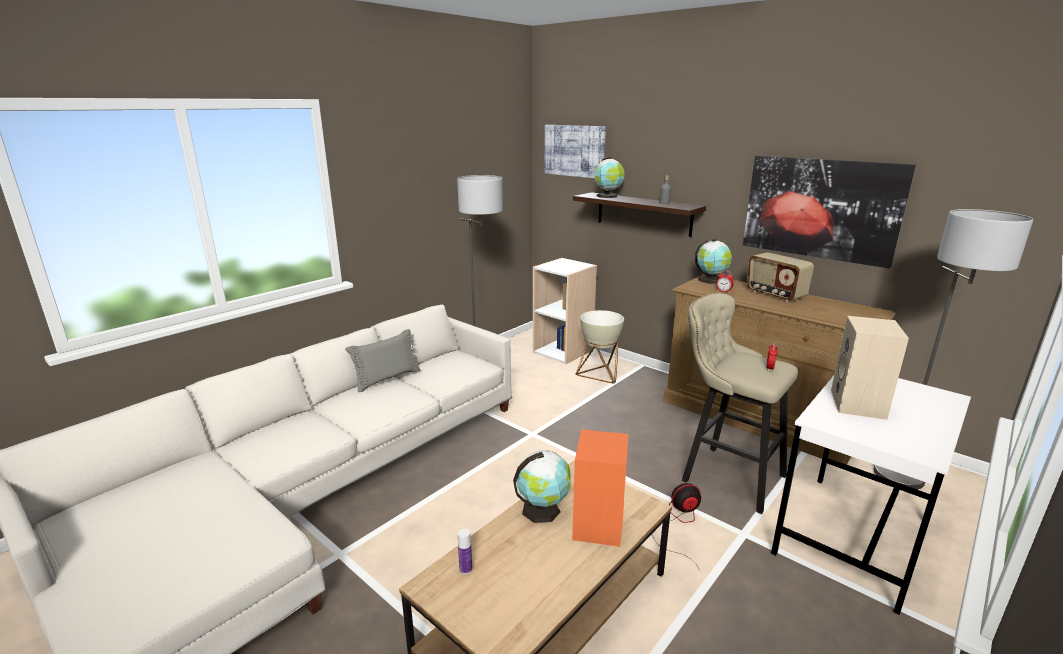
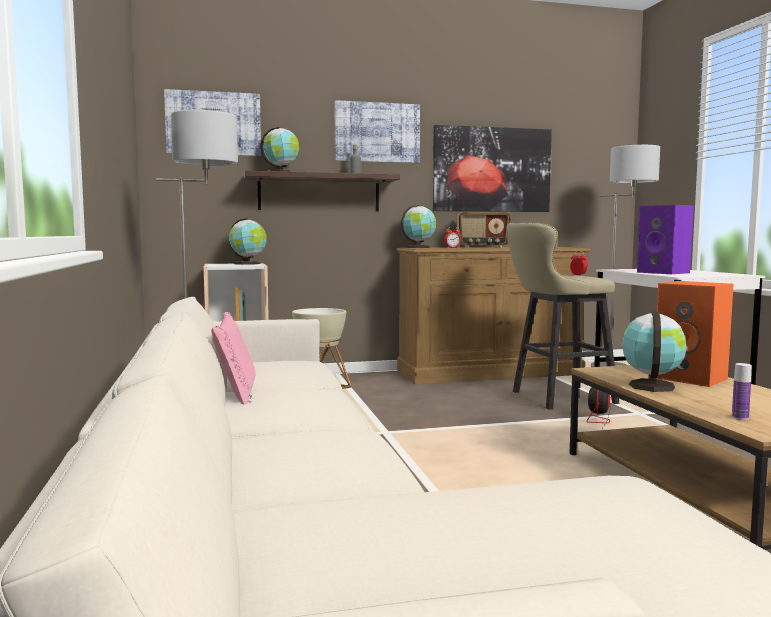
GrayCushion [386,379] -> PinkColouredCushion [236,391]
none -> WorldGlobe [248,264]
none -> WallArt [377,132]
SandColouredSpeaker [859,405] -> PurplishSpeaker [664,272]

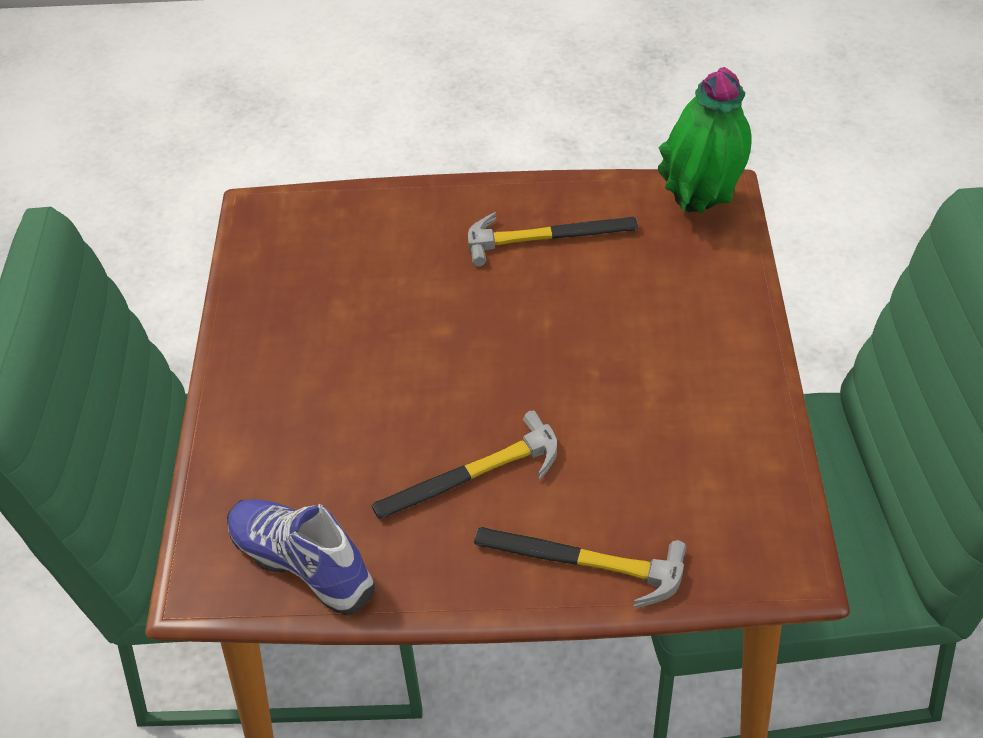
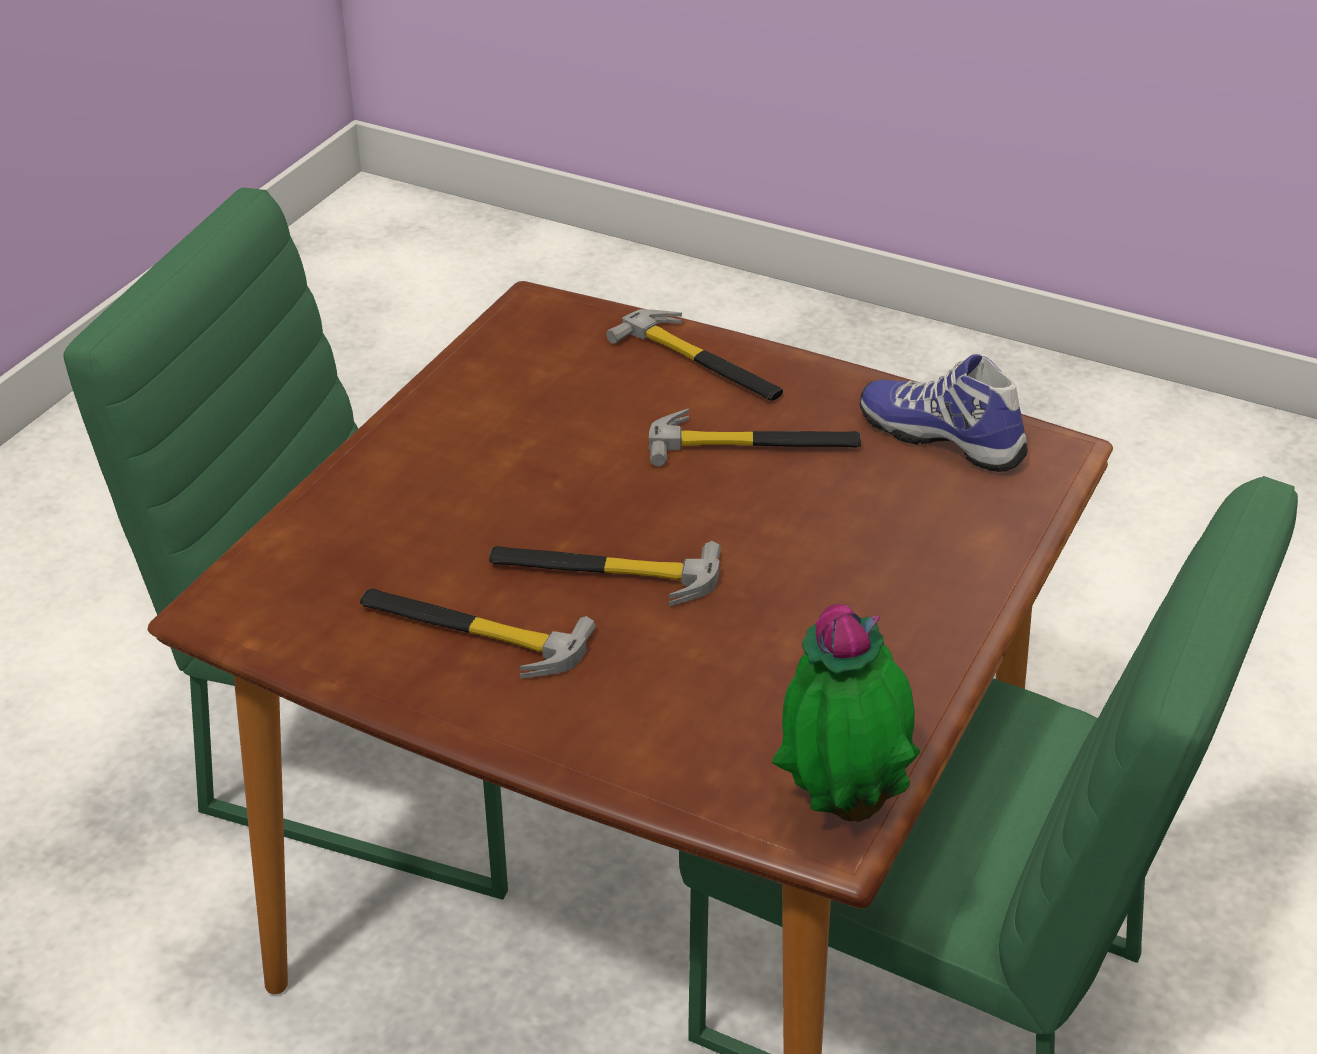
none -> HandHammer [603,573]
PottedPlant [701,209] -> PottedPlant [842,804], relocated
ItemOfFootwear [305,561] -> ItemOfFootwear [943,437], 150 degrees clockwise

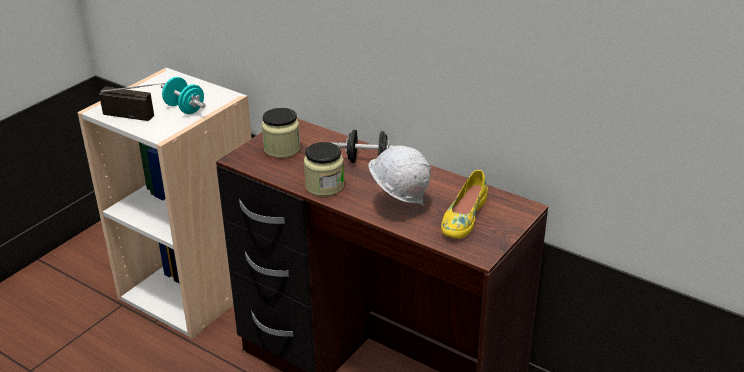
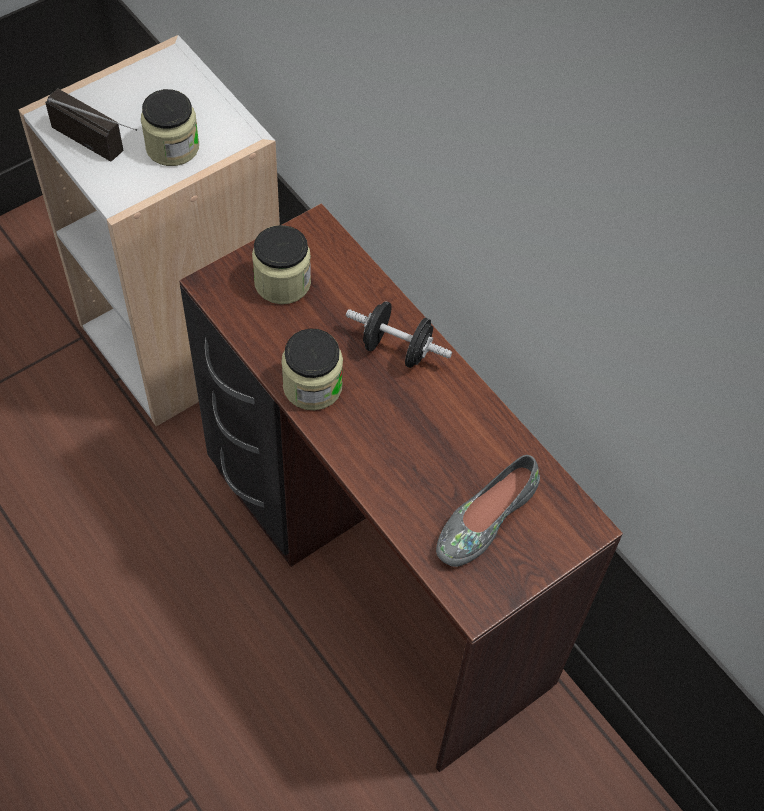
BlueGreenDumbbell [185,109] -> Jar [172,147]
YellowColouredItemOfFootwear [463,217] -> GrayItemOfFootwear [484,518]
WhitishHardHat [398,205] -> none

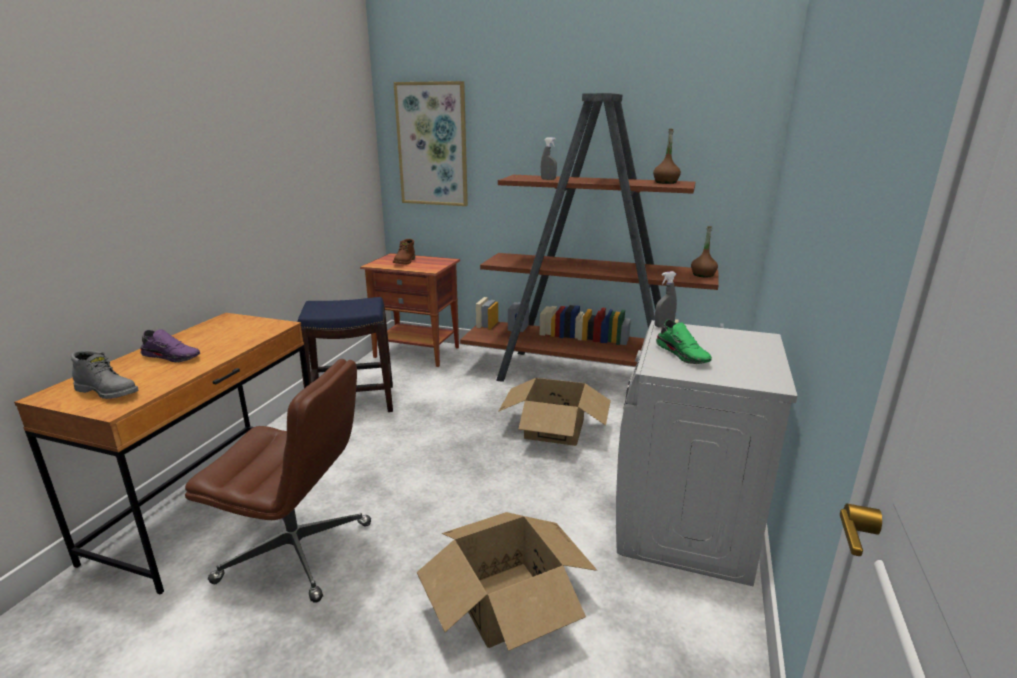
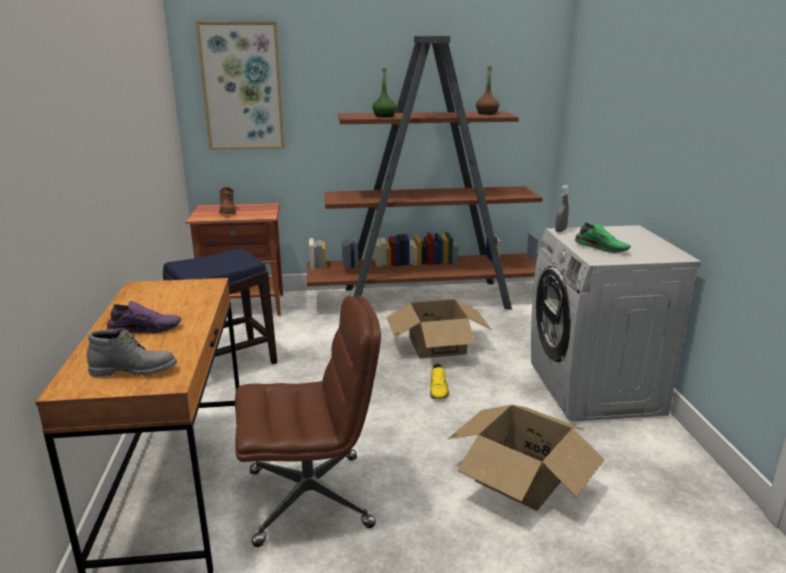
GraySprayBottle [548,179] -> GreenColouredDrinkBottle [384,116]
none -> YellowColouredItemOfFootwear [439,389]
BrownishDrinkBottle [703,275] -> none

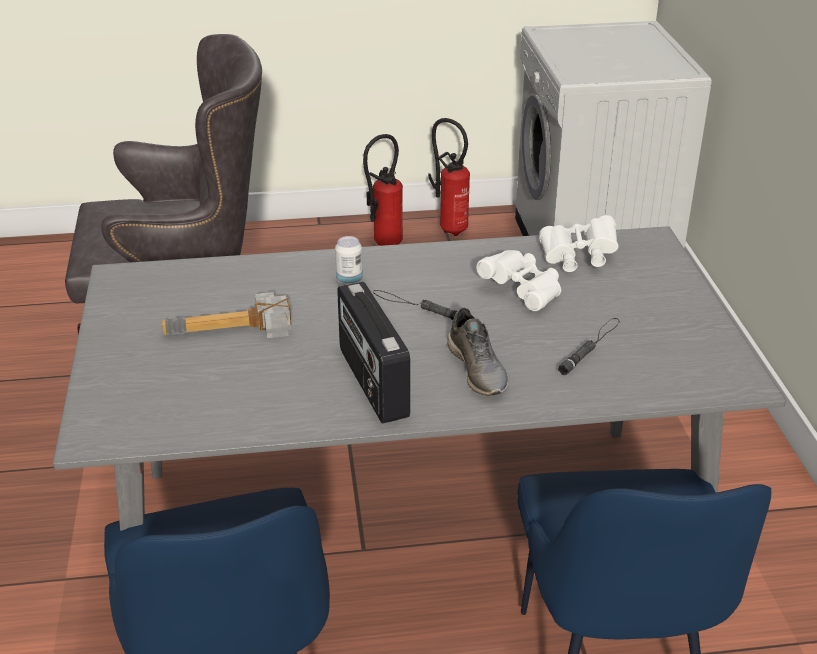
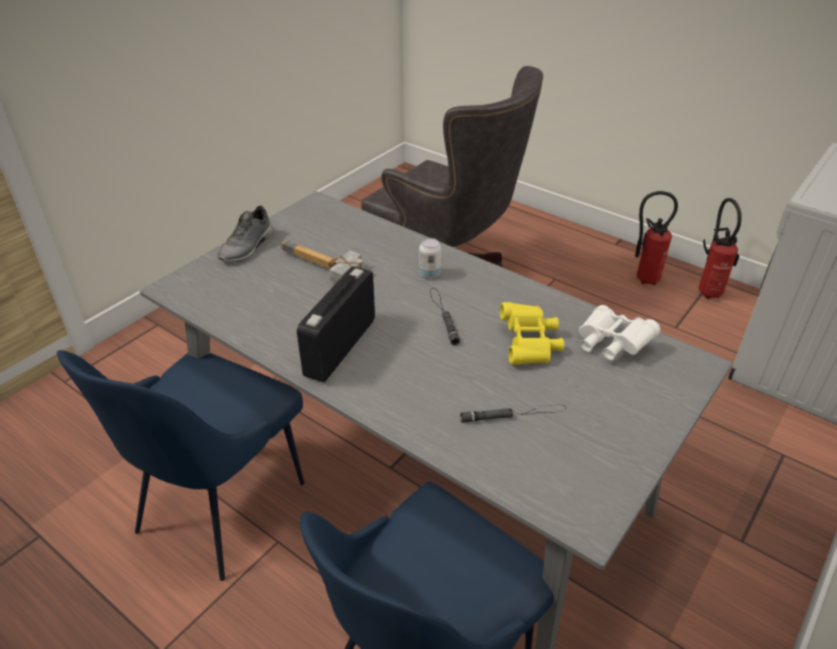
GrayItemOfFootwear [478,369] -> GrayItemOfFootwear [248,247], relocated
WhitishFieldGlasses [523,291] -> YellowColouredFieldGlasses [529,345]

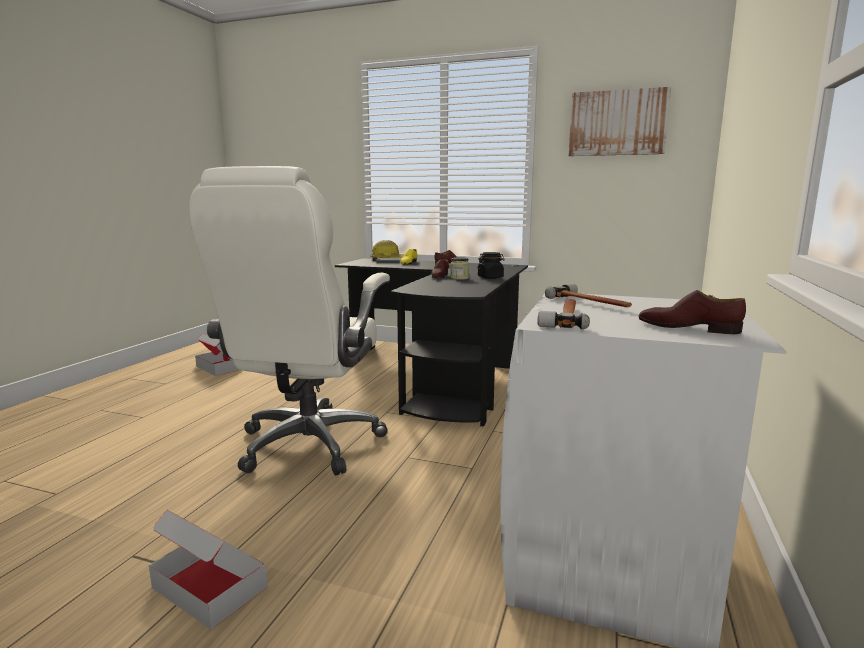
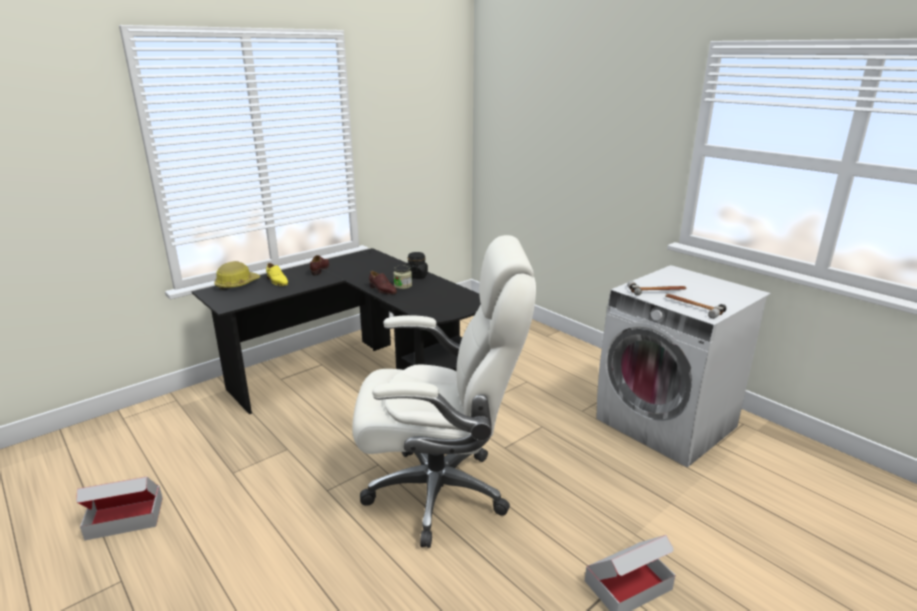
WhitishOfficeChair [308,445] -> WhitishOfficeChair [440,492], 45 degrees counterclockwise
WallArt [617,123] -> none
BrownishItemOfFootwear [687,328] -> none

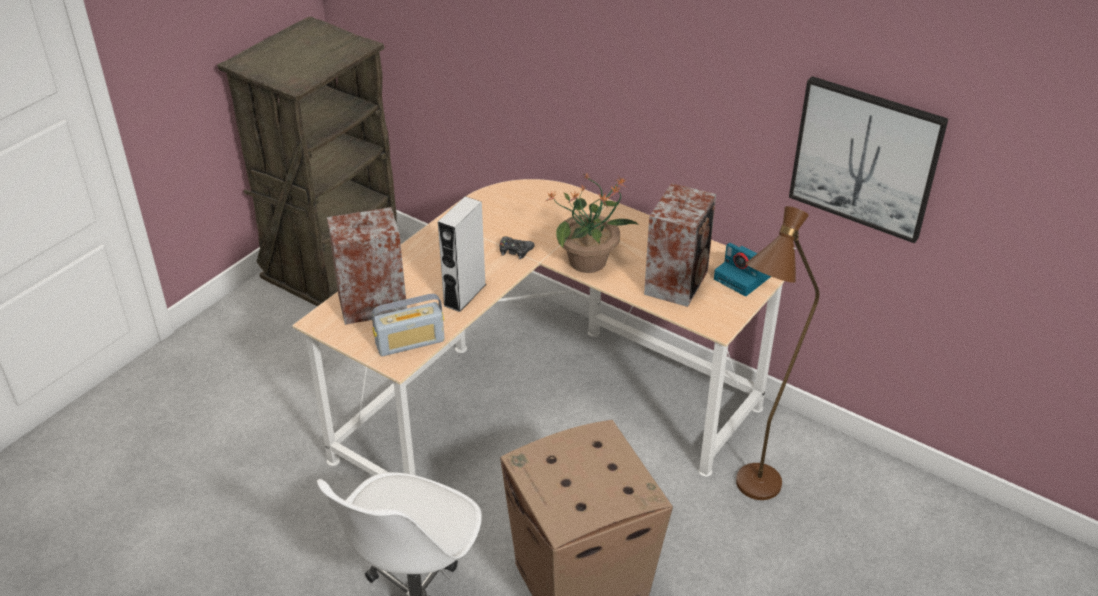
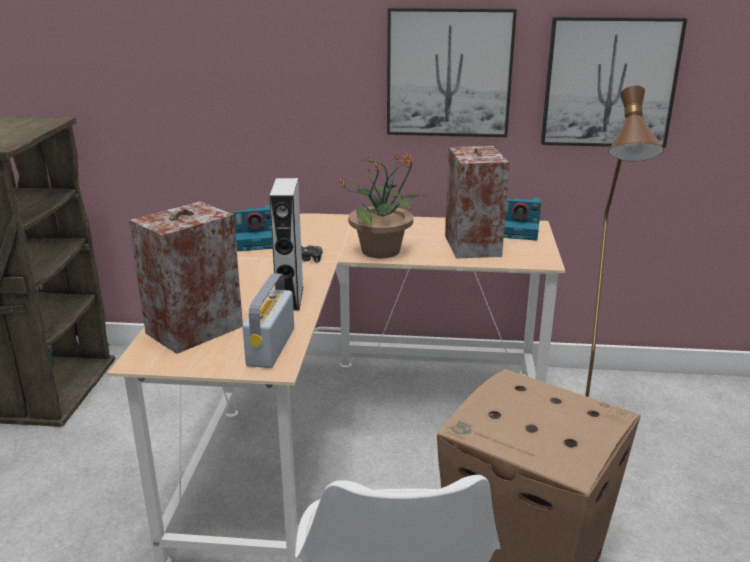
none -> PhotoCamera [257,241]
Radio [410,342] -> Radio [271,347], 150 degrees clockwise
none -> WallArt [449,73]

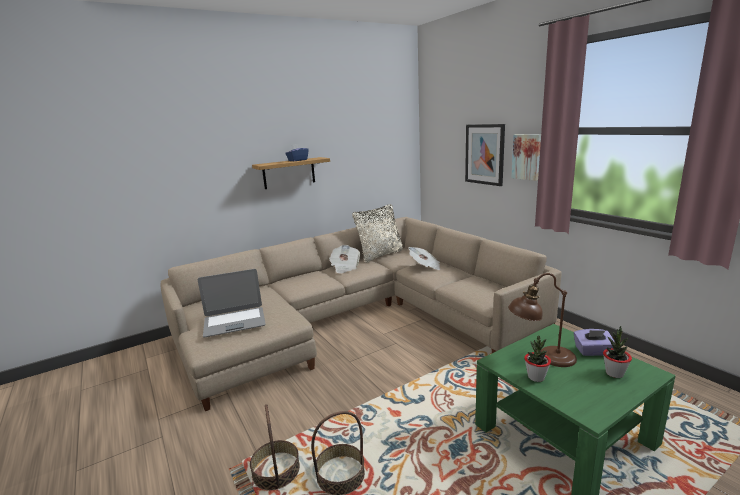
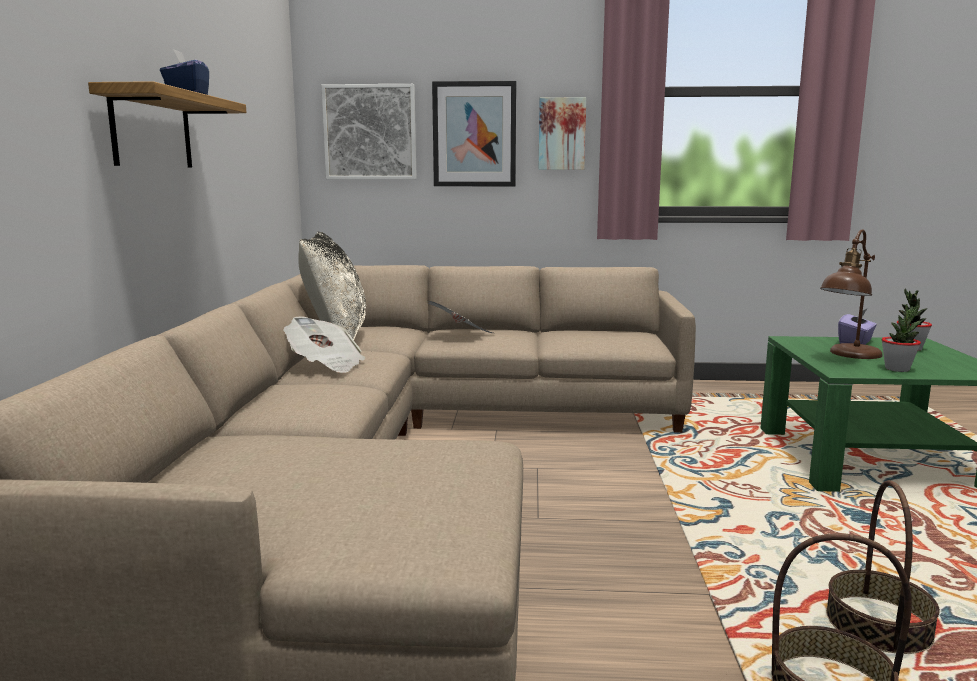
none -> WallArt [370,132]
NotebookComputer [234,322] -> none

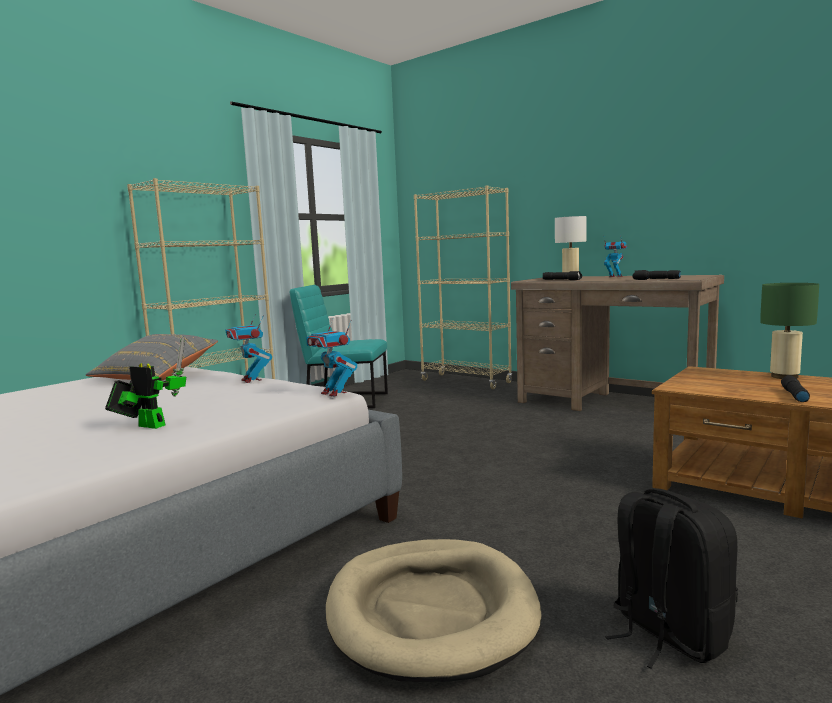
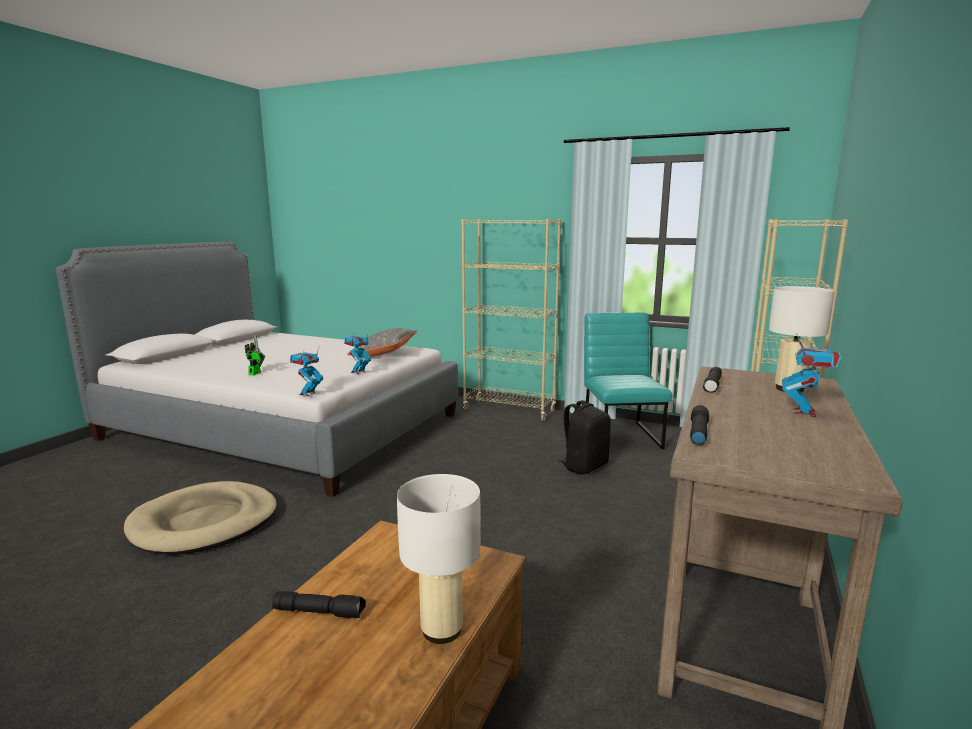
GreenColouredTableLamp [783,377] -> WhitishTableLamp [441,629]
BlackColouredRucksack [667,634] -> BlackColouredRucksack [584,466], relocated

